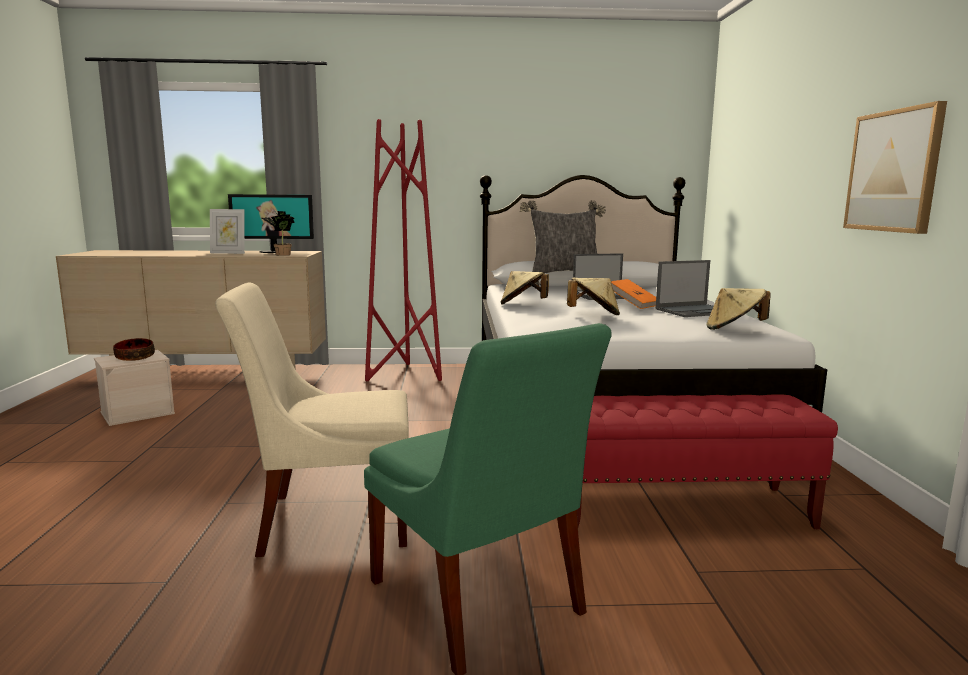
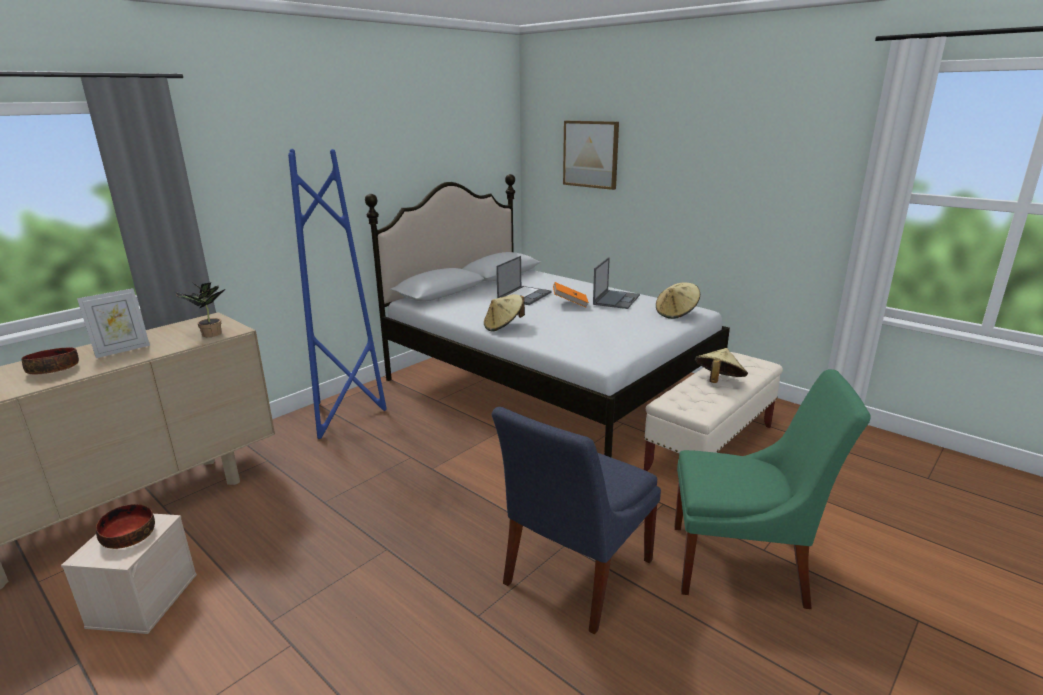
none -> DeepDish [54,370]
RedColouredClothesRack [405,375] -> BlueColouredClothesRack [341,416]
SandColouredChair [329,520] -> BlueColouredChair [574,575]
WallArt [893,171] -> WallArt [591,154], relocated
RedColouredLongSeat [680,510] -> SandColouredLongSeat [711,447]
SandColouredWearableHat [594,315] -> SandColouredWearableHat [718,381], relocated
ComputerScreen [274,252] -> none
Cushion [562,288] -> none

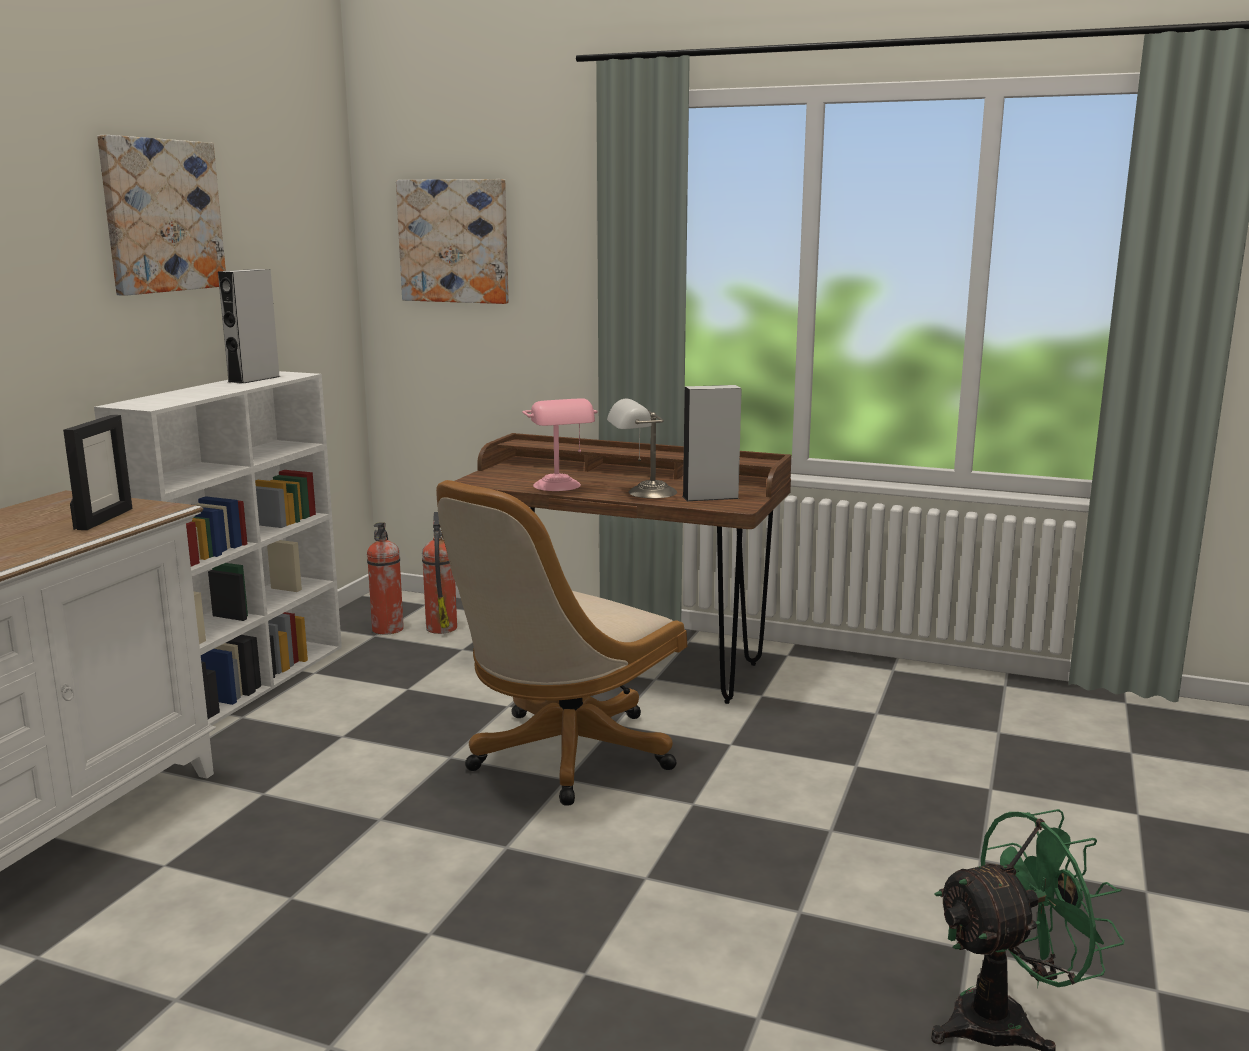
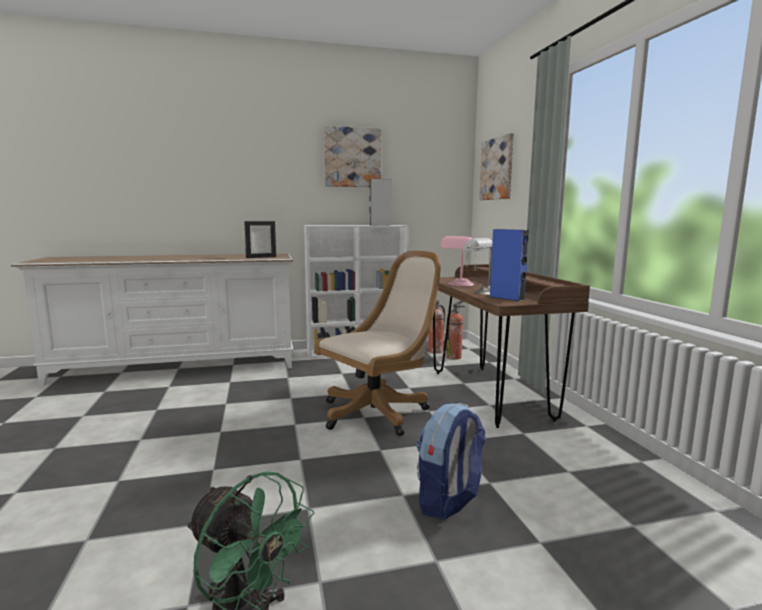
OfficeChair [561,759] -> OfficeChair [380,411], 135 degrees clockwise
none -> Rucksack [449,501]
GraySpeaker [710,497] -> BlueColouredSpeaker [506,298]

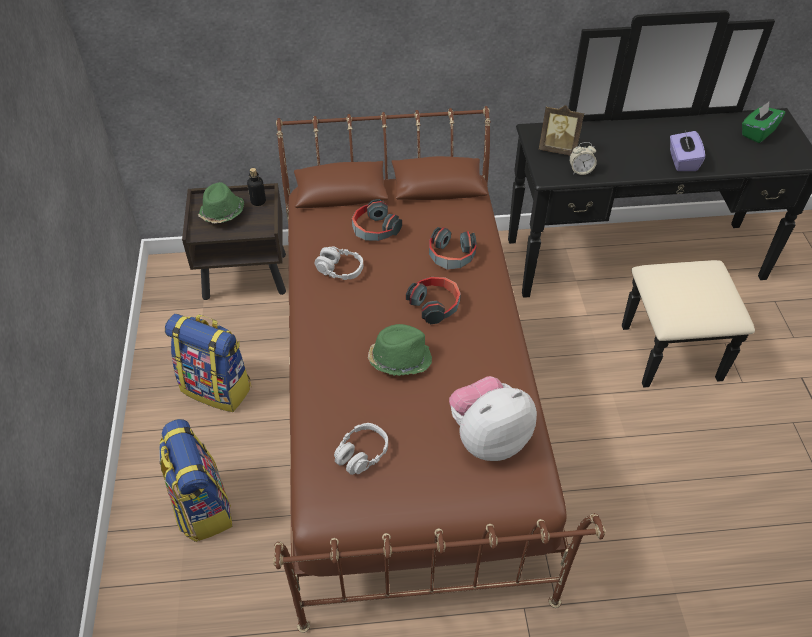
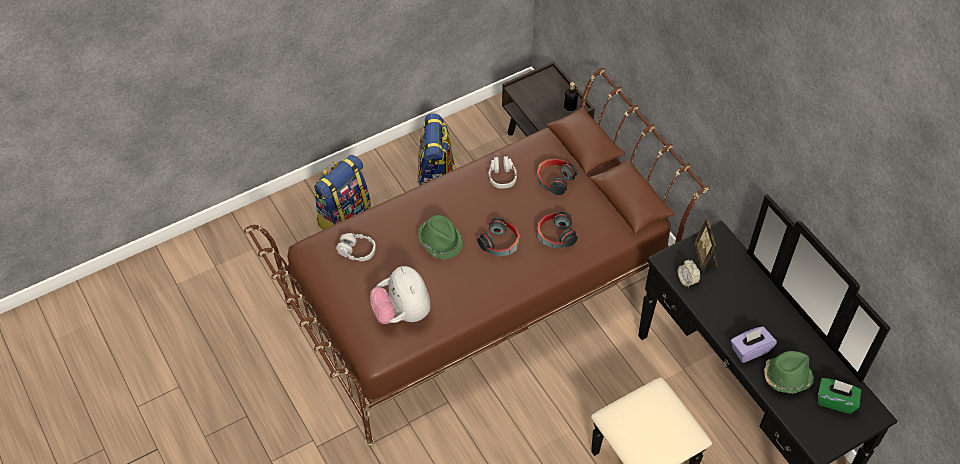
CuddlyToy [488,437] -> CuddlyToy [402,313], 150 degrees counterclockwise
GreenColouredWearableHat [222,213] -> GreenColouredWearableHat [786,377], relocated

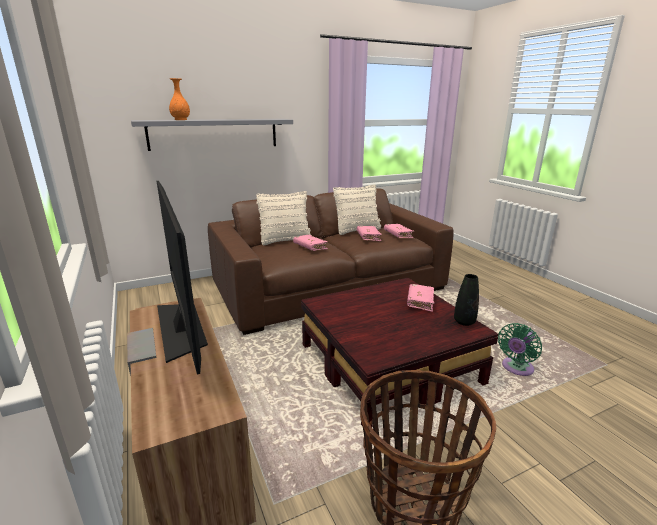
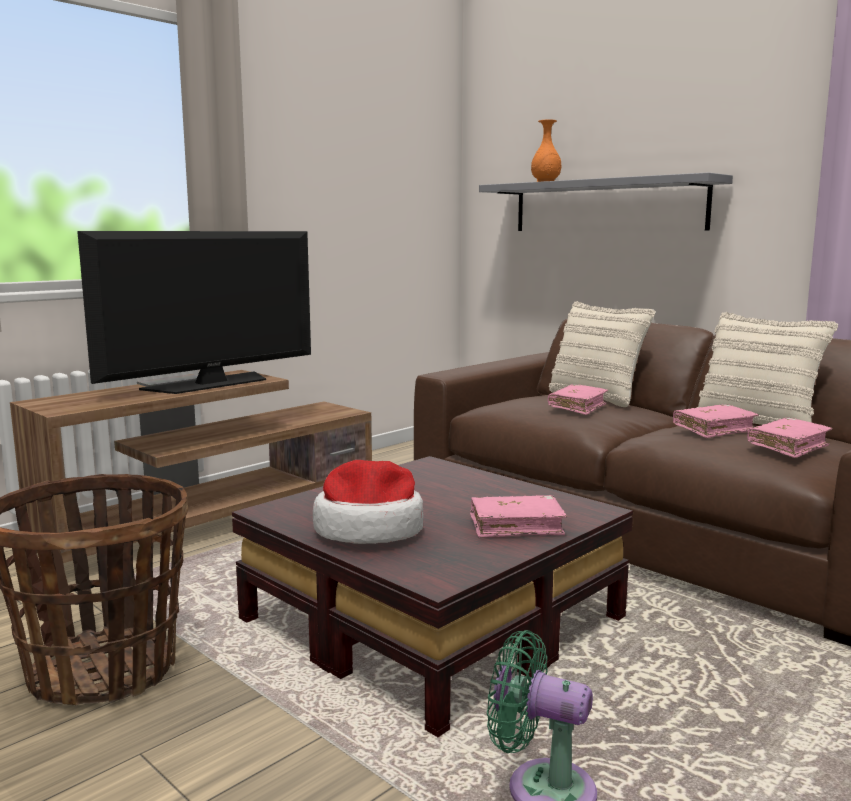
none -> WearableHat [369,529]
BlackColouredFlowerVase [464,322] -> none

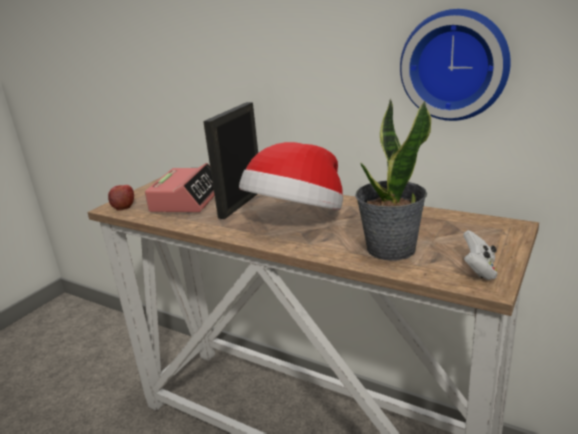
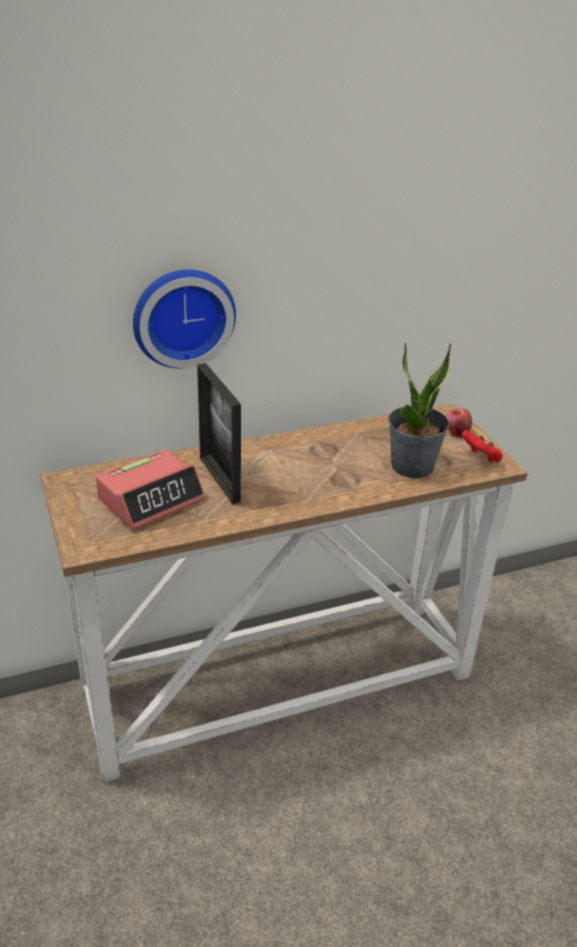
BedsideClock [187,199] -> BedsideClock [151,499], 90 degrees clockwise
ClockOnTheWall [454,65] -> ClockOnTheWall [182,316], relocated
WholeApple [123,206] -> WholeApple [456,432], relocated
WhitishGameController [478,270] -> RedColouredGameController [481,457]
WearableHat [297,218] -> none

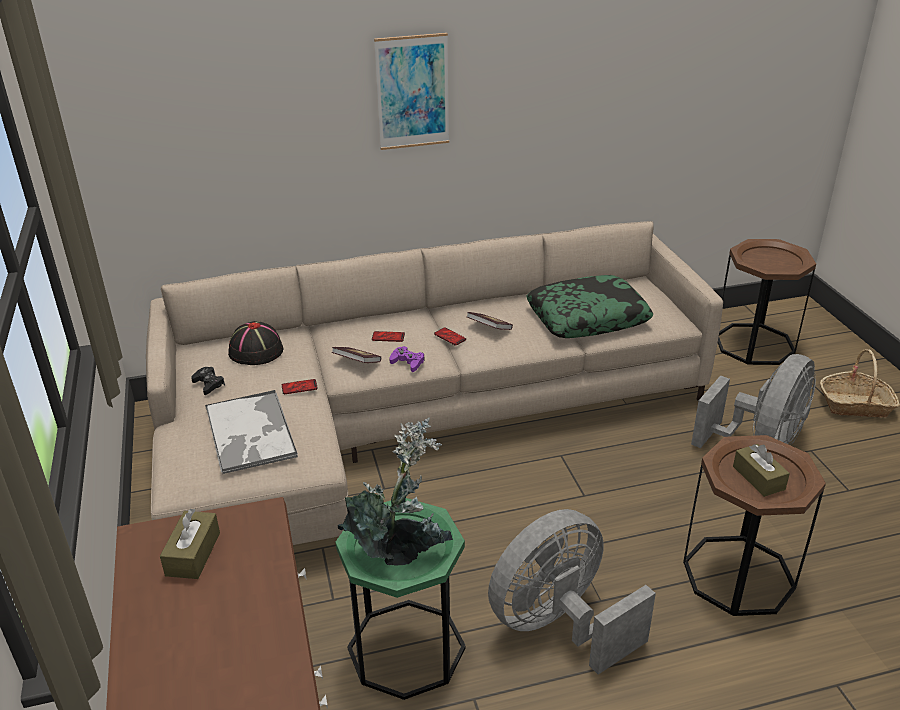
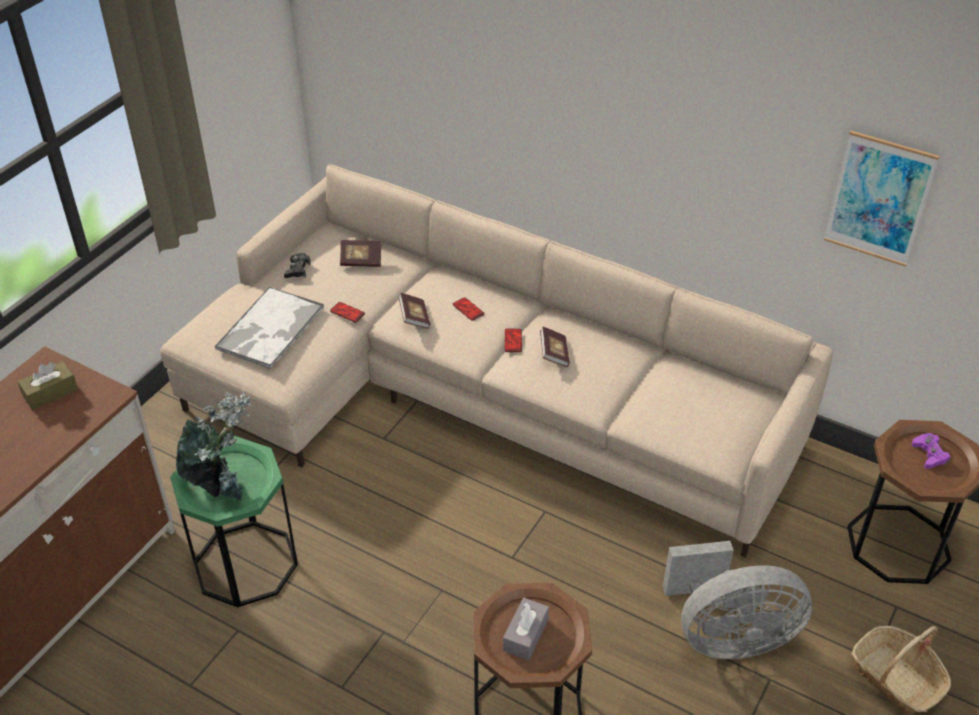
BlackColouredWearableHat [255,351] -> Book [361,260]
BrownishTissueHolder [758,478] -> GrayTissueHolder [525,635]
WallArt [412,92] -> WallArt [879,199], relocated
PurplishGameController [407,362] -> PurplishGameController [929,454], relocated
GrayFan [559,625] -> none
Cushion [587,317] -> none

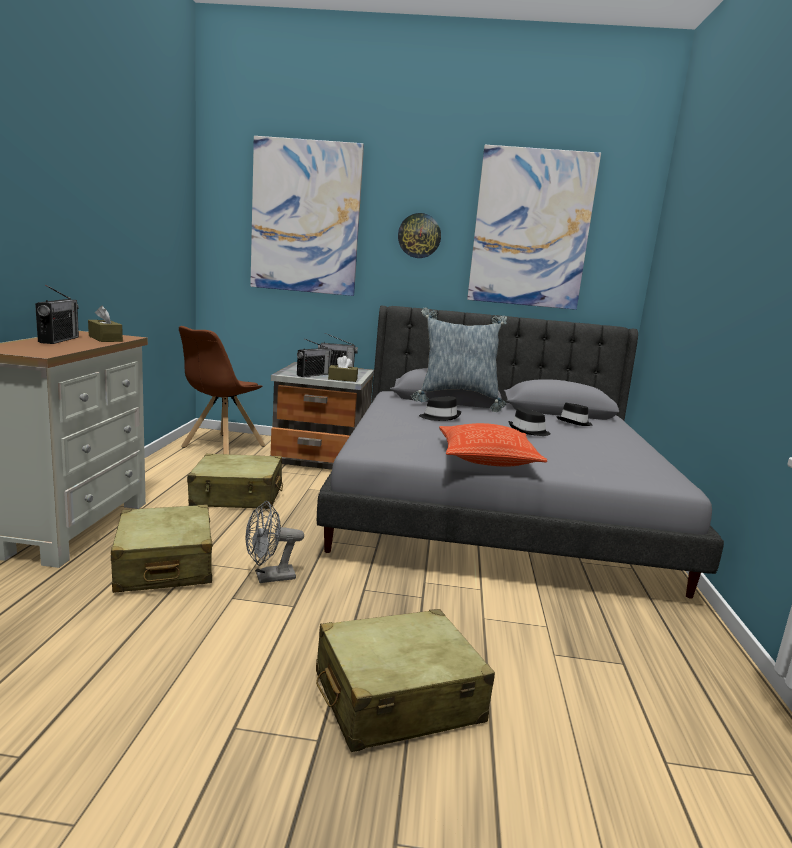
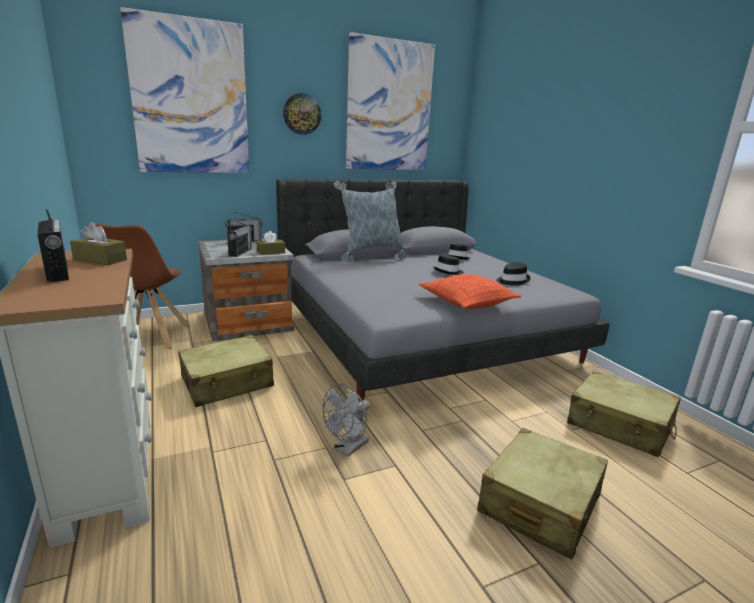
BlackColouredWearableHat [440,417] -> BlackColouredWearableHat [512,281], relocated
SandColouredSuitcase [164,565] -> SandColouredSuitcase [619,425], relocated

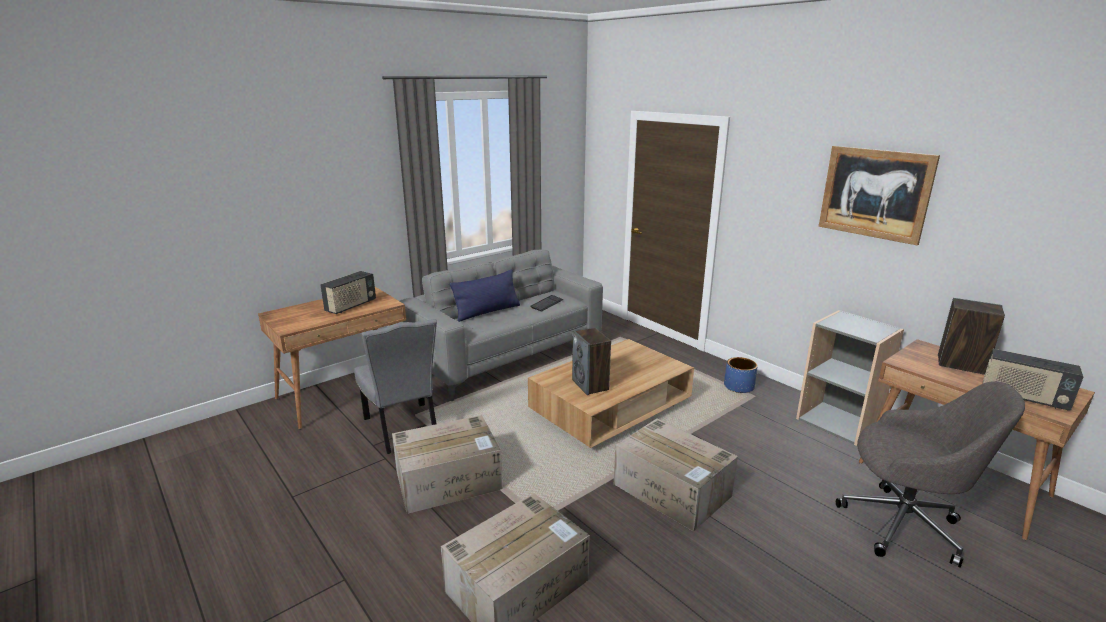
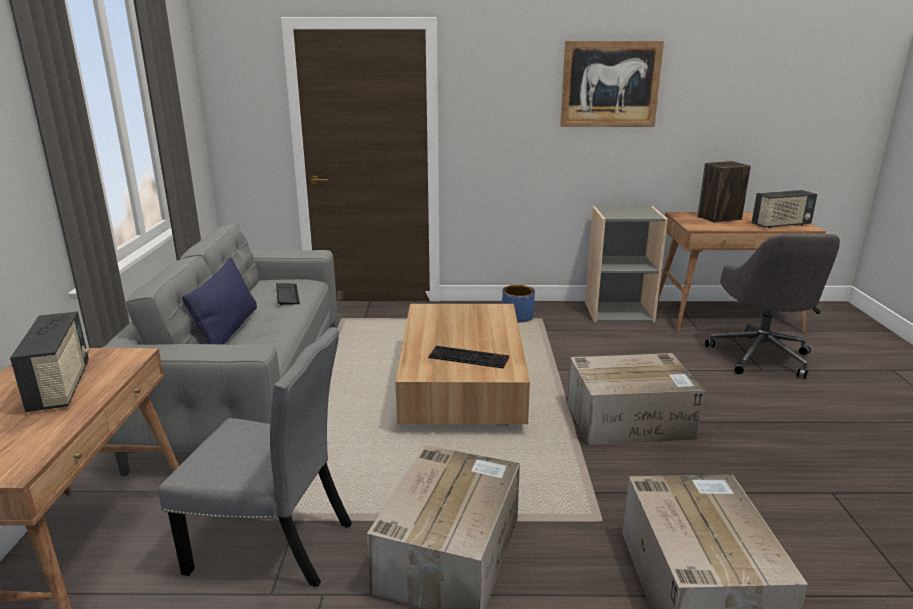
Speaker [590,385] -> PcKeyboard [470,357]
GrayOfficeChair [903,525] -> GrayOfficeChair [760,357], 120 degrees clockwise

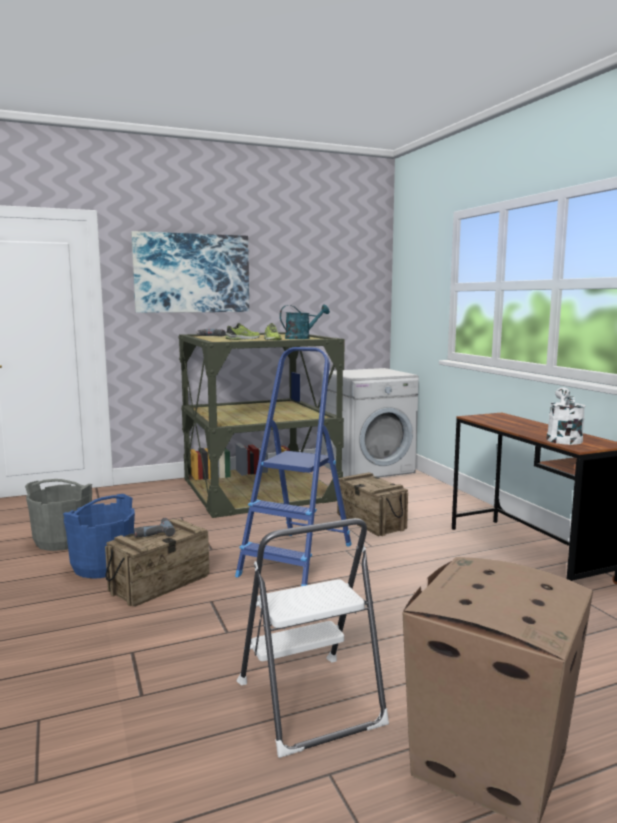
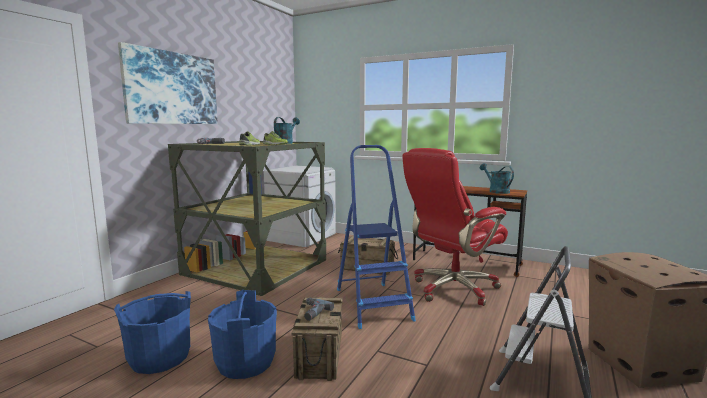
GrayPail [63,540] -> BlueColouredPail [160,357]
none -> RedColouredOfficeChair [451,289]
WhitishSprinklingCan [563,438] -> BlueGreenSprinklingCan [496,191]

